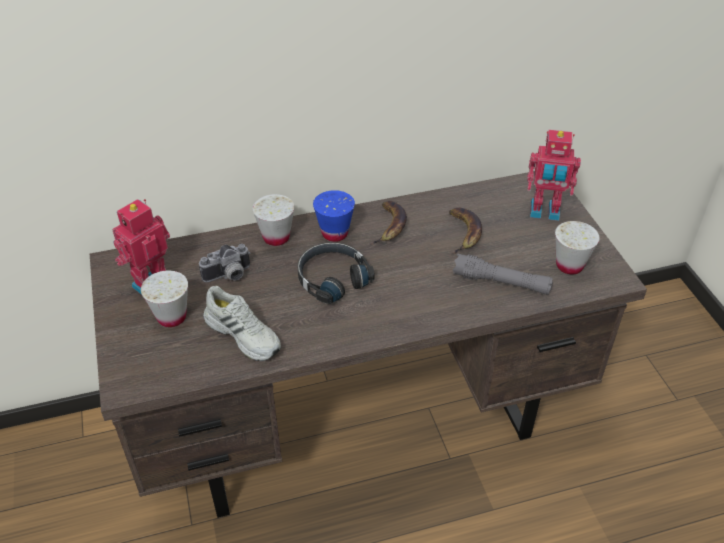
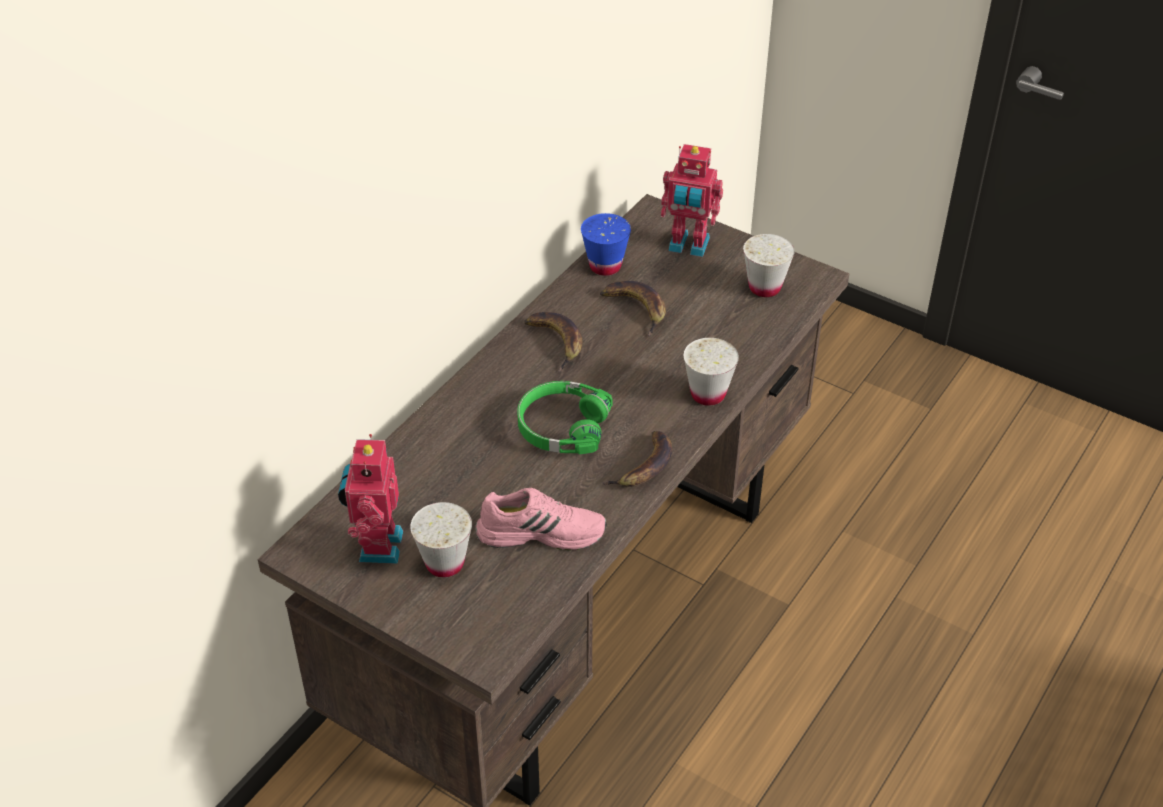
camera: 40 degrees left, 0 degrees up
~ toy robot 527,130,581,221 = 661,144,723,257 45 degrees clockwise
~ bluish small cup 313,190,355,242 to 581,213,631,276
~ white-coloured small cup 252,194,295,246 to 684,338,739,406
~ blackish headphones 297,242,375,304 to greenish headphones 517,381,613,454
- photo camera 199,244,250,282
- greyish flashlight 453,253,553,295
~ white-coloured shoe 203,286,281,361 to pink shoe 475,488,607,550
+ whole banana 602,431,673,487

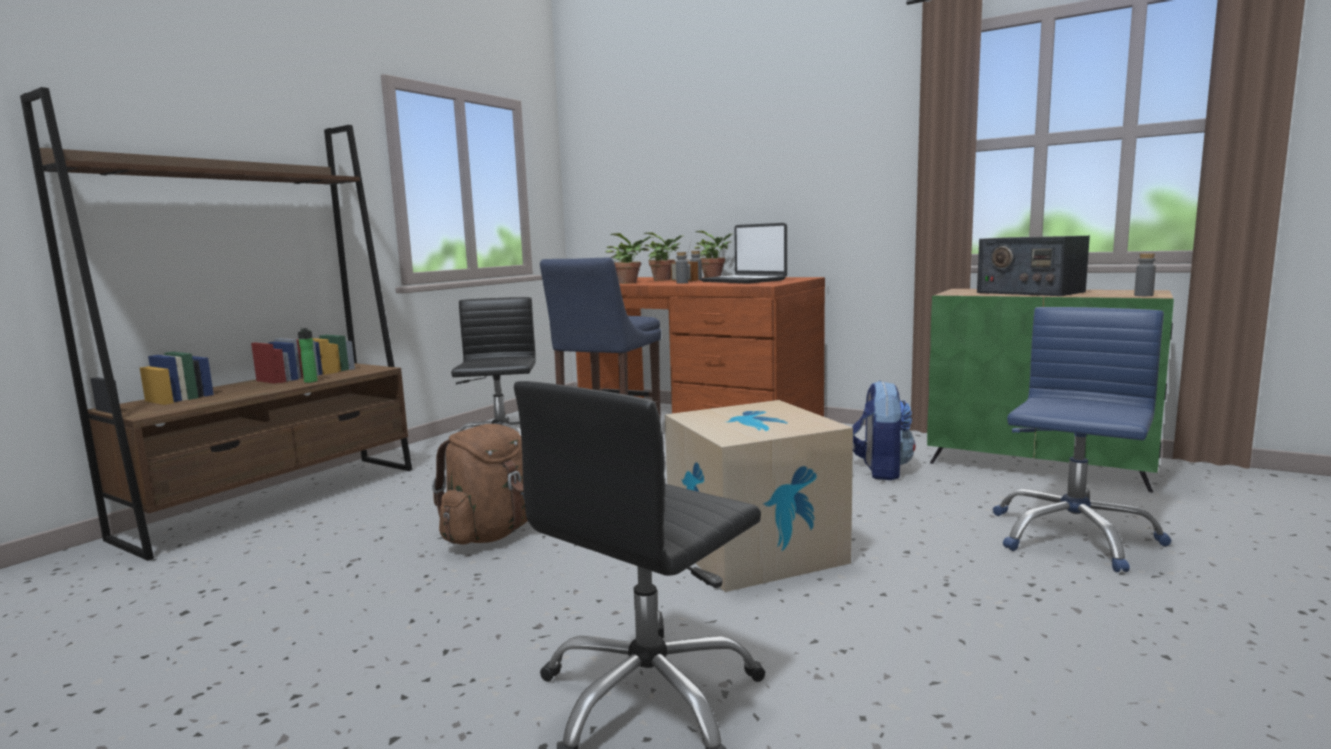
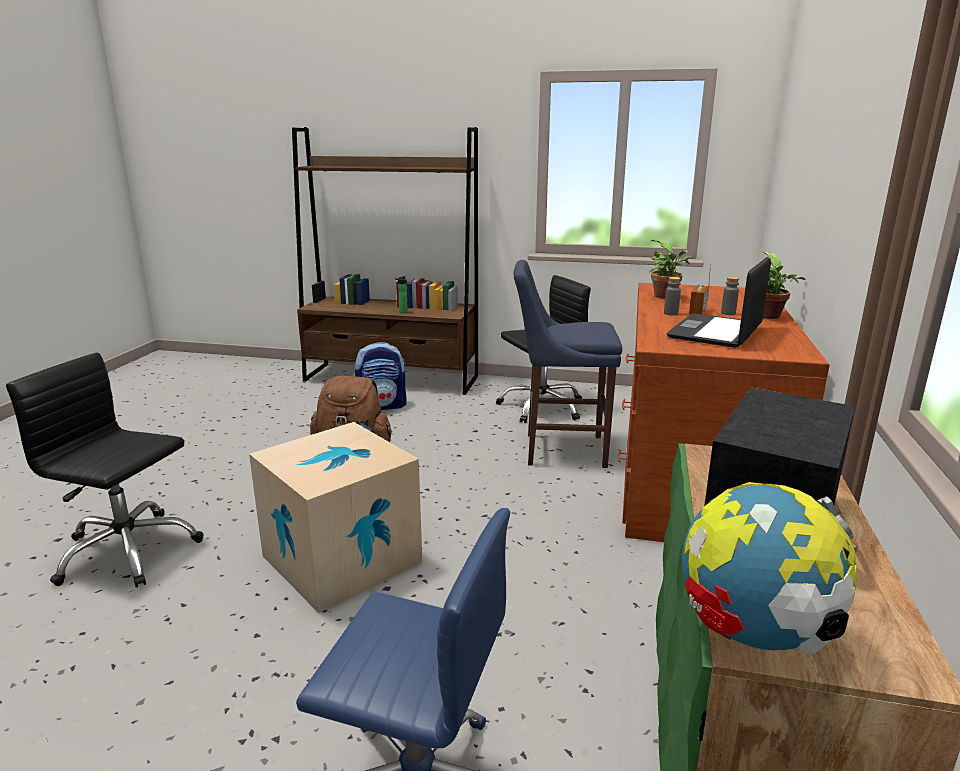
camera: 70 degrees right, 10 degrees up
- houseplant 643,232,684,281
~ greyish beverage bottle 1134,253,1156,296 to desk globe 682,482,857,654
~ rucksack 852,381,915,480 to 355,342,407,410

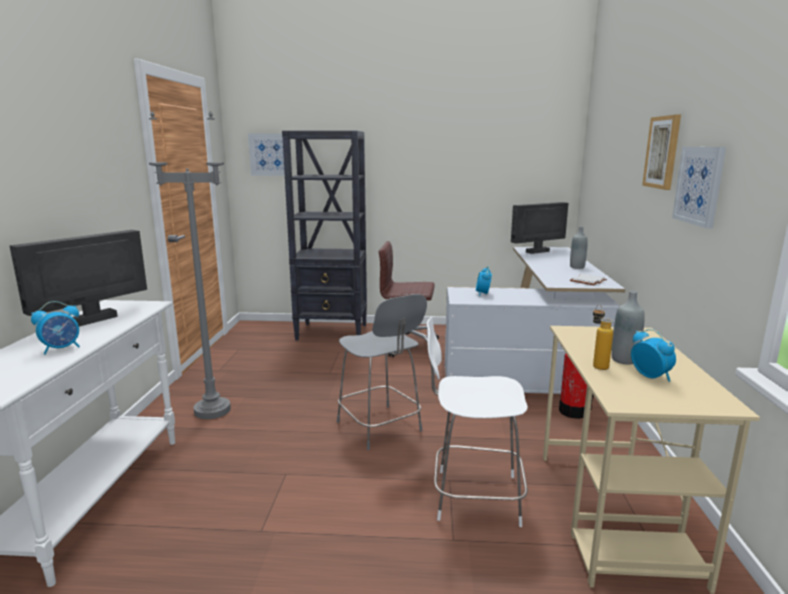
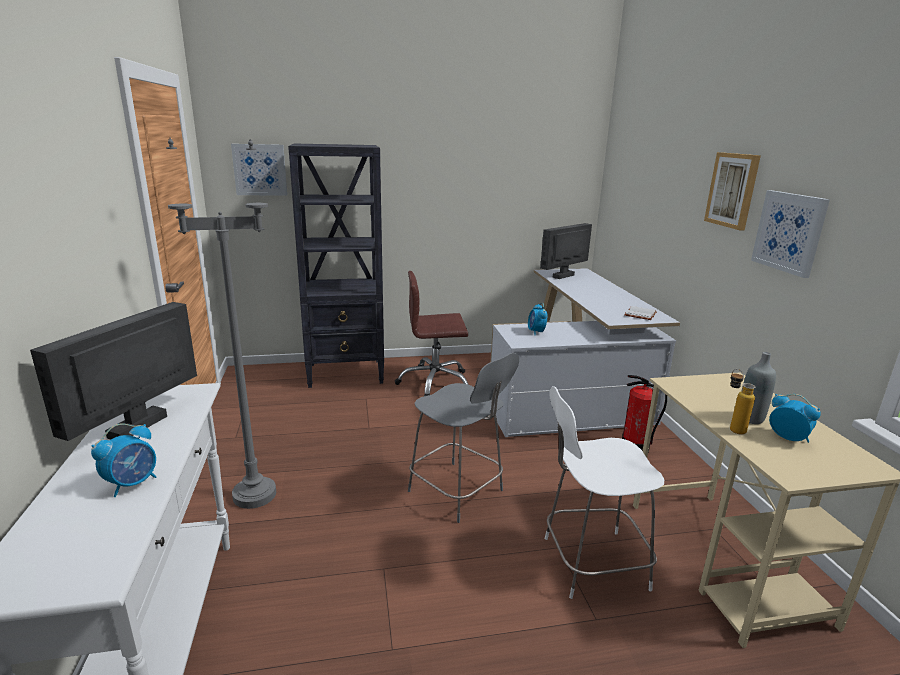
camera: 15 degrees left, 5 degrees up
- greyish beverage bottle 570,226,588,269

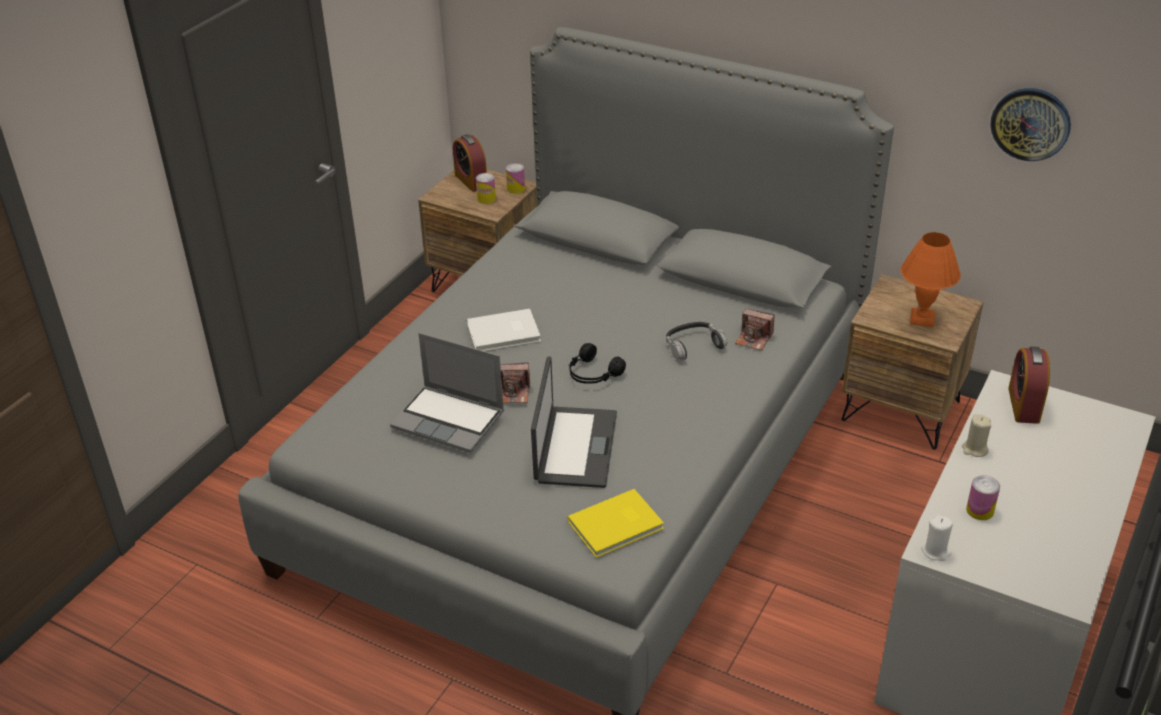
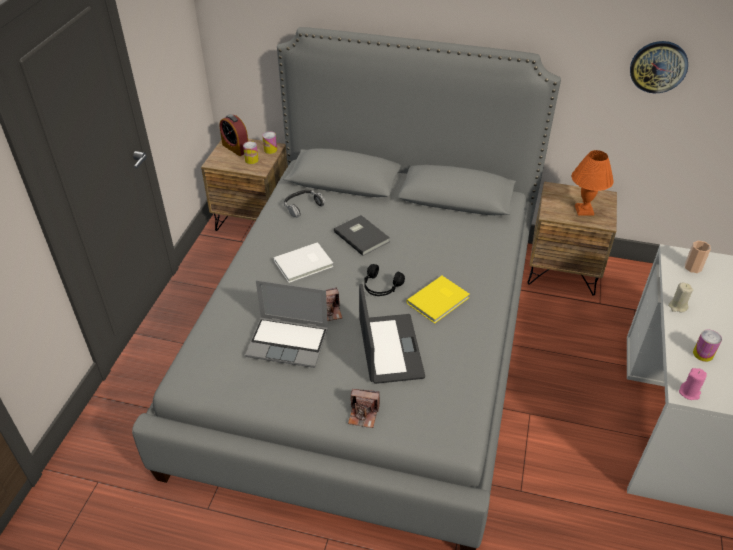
camera: 15 degrees left, 5 degrees up
~ photo camera 735,309,774,351 to 348,389,380,428
~ headphones 666,322,727,361 to 284,190,326,218
~ bedside clock 1008,347,1050,424 to small cup 685,240,711,273
~ yellow volume 568,489,664,558 to 406,276,470,323
~ white-coloured wax light 921,515,953,561 to pink wax light 679,368,707,400
+ greyish volume 334,215,390,256

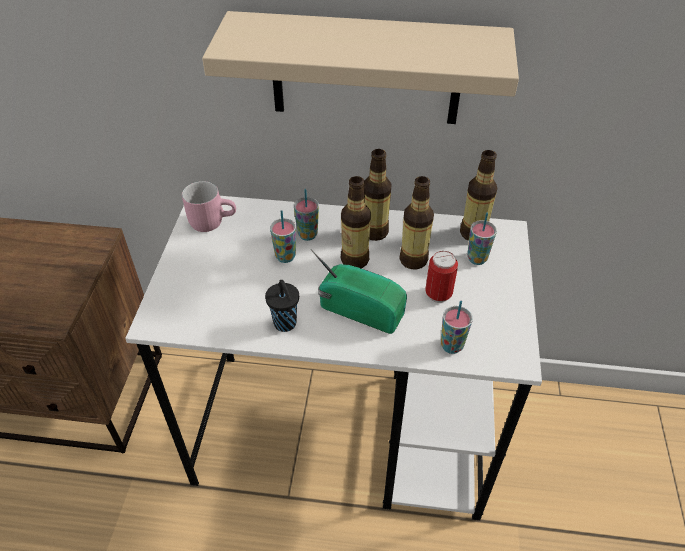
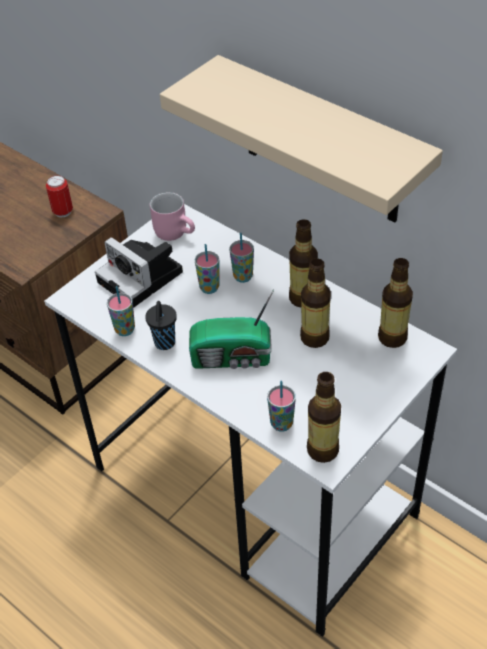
camera: 35 degrees right, 0 degrees up
~ beverage bottle 341,176,371,268 to 307,372,341,463
~ small cup 467,213,497,265 to 107,286,135,336
~ radio receiver 311,249,407,334 = 189,289,274,369 120 degrees clockwise
~ metal can 426,251,458,303 to 46,175,73,217
+ photo camera 95,237,183,308

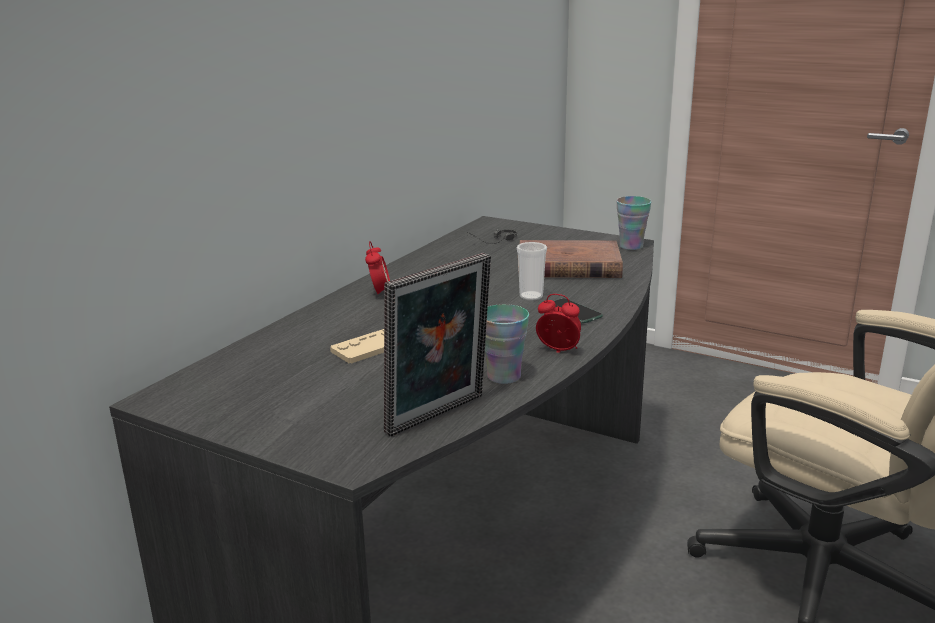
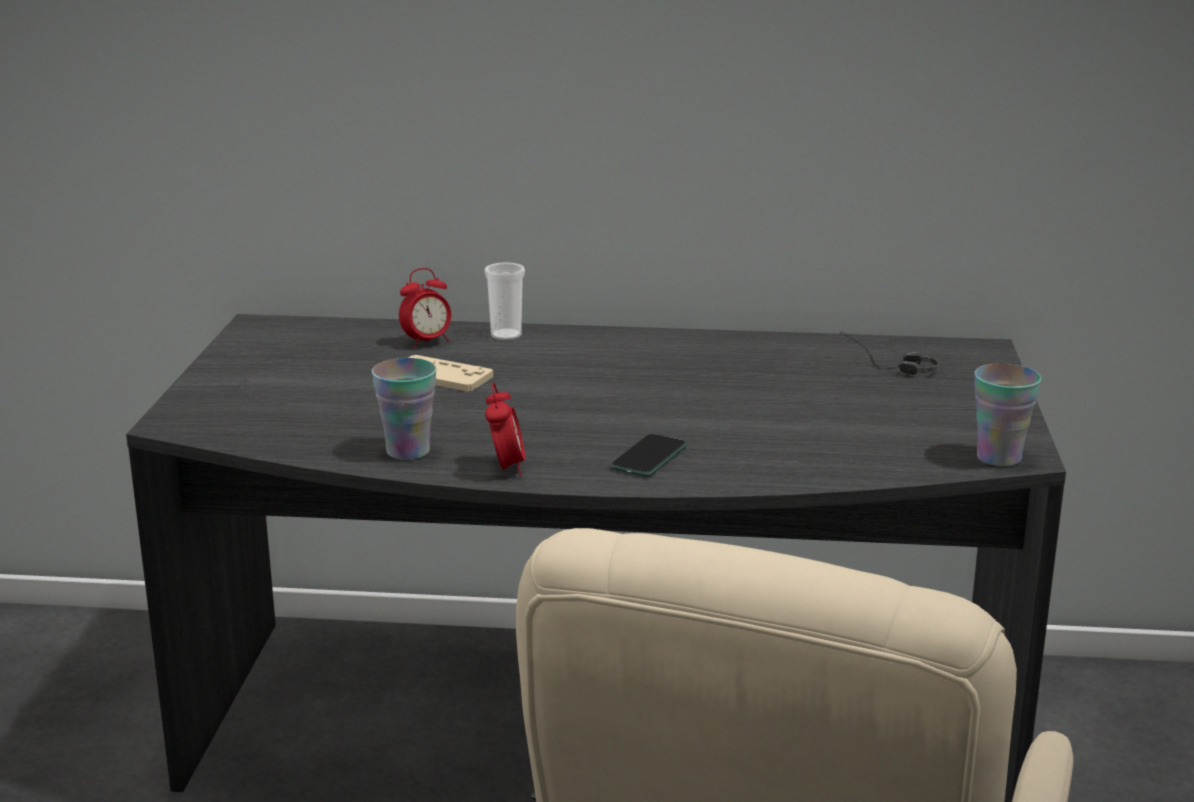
camera: 65 degrees right, 0 degrees up
- brownish volume 518,240,623,278
~ bedside clock 365,241,390,294 to 399,268,451,348
~ small cup 517,242,547,301 to 484,262,525,341
- picture frame 384,252,491,437

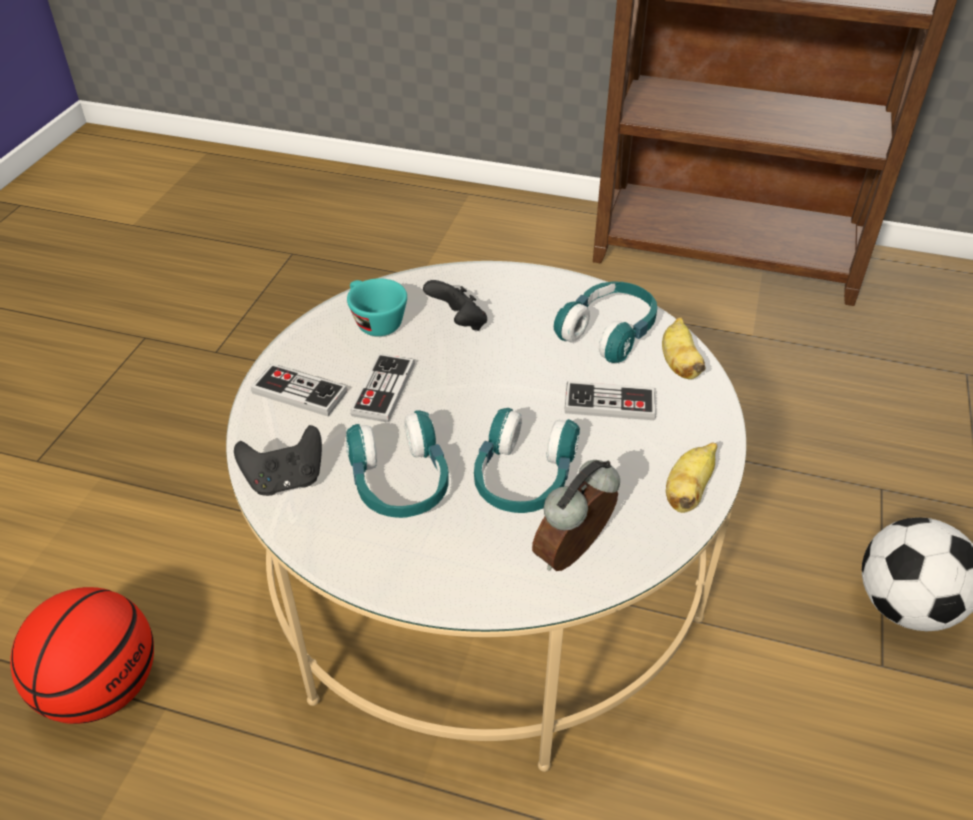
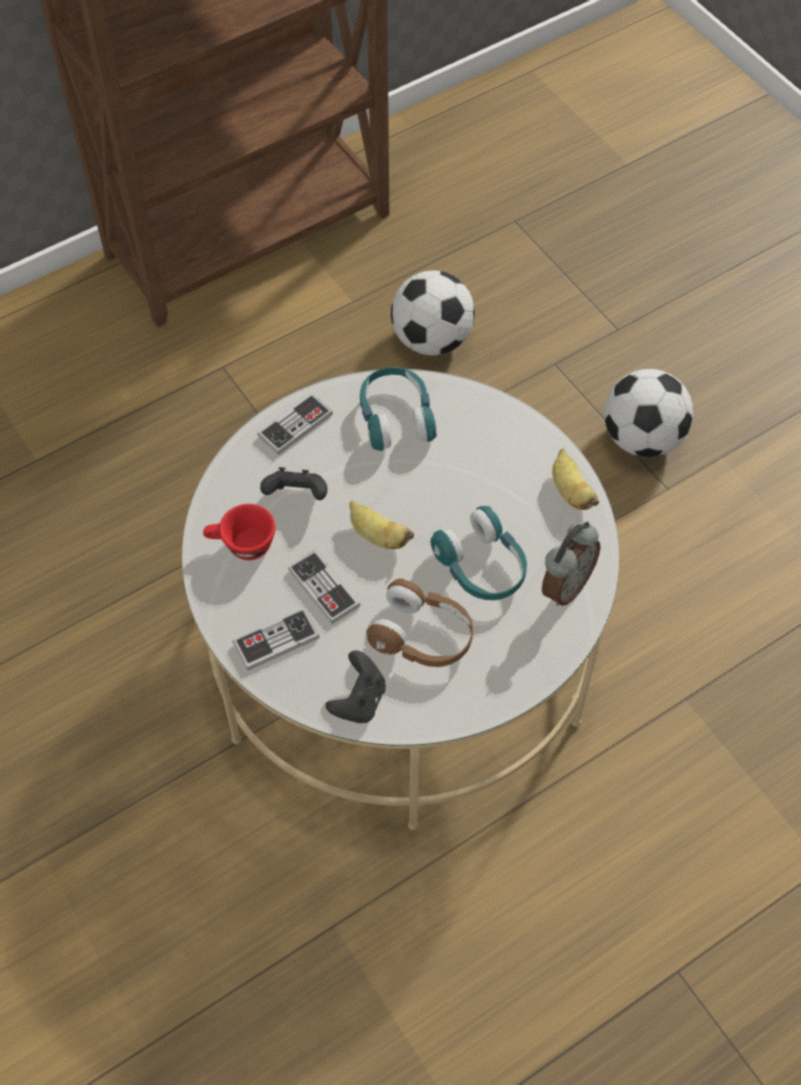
camera: 50 degrees left, 15 degrees up
~ turquoise small cup 347,278,407,336 to red-coloured small cup 203,504,276,560
~ whole banana 662,317,706,379 to 349,500,414,549
~ joypad 564,381,656,420 to 257,393,333,455
~ turquoise headphones 346,410,449,518 to brownish headphones 367,578,473,667
~ bedside clock 532,460,620,571 = 542,522,600,606 135 degrees counterclockwise
- ball for basketball 10,587,154,724
+ football 391,271,475,356

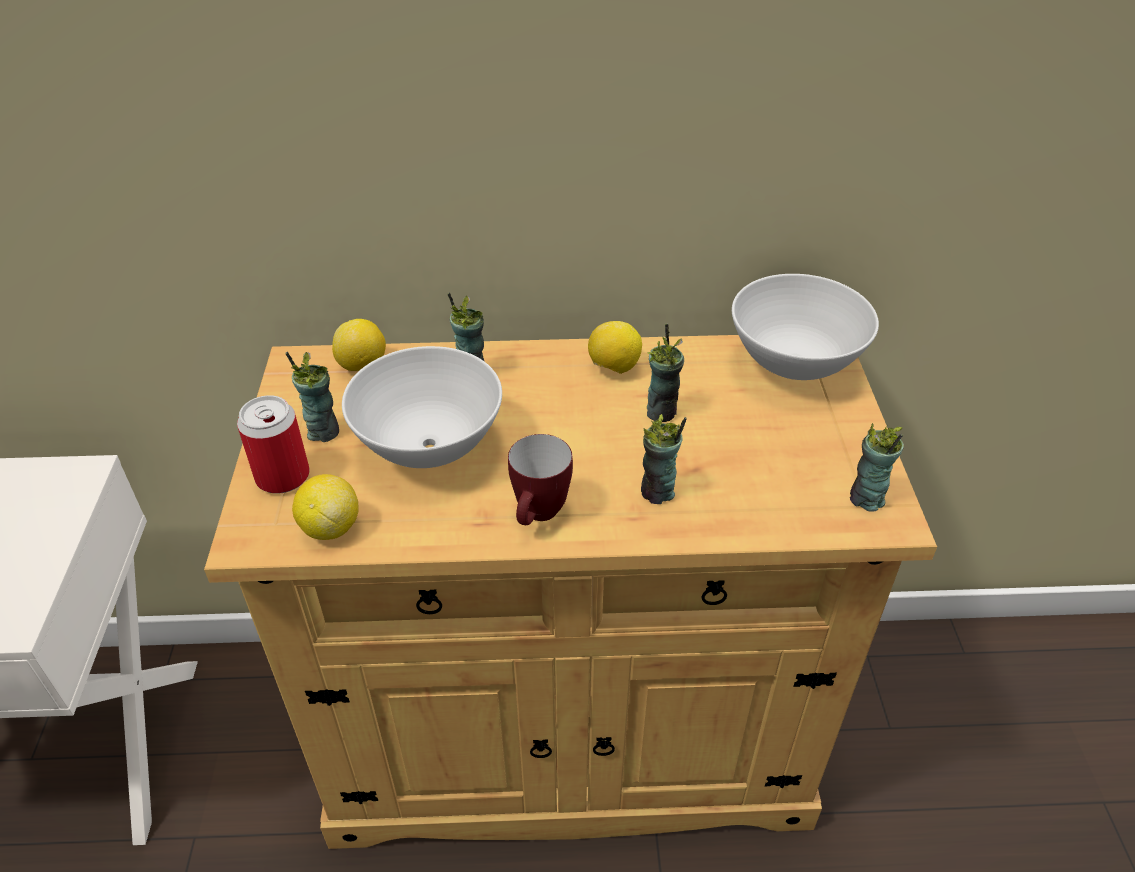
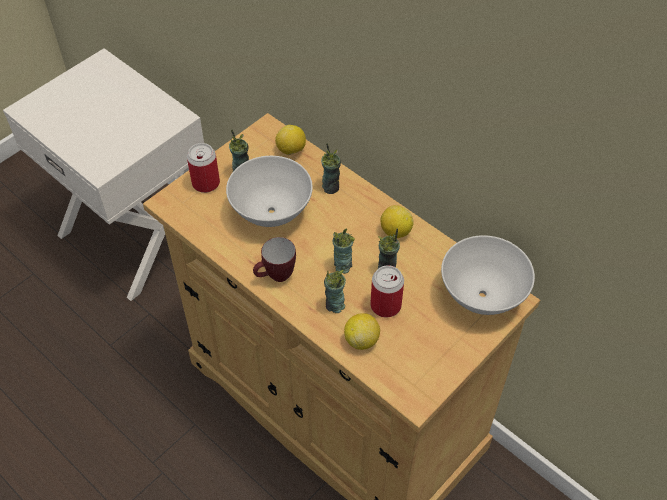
camera: 45 degrees right, 10 degrees up
~ small cup 850,423,904,512 to 333,228,355,274
~ citrus fruit 292,474,359,540 to 344,313,380,350
+ metal can 370,265,404,318

